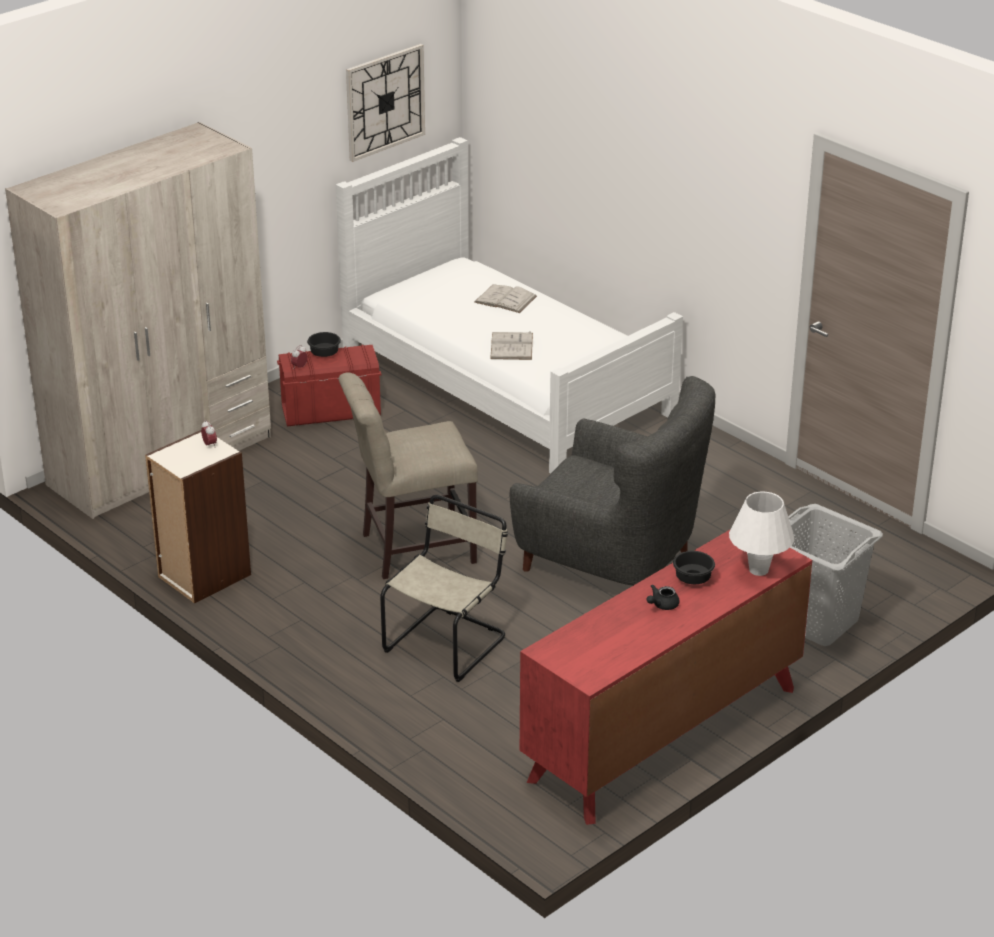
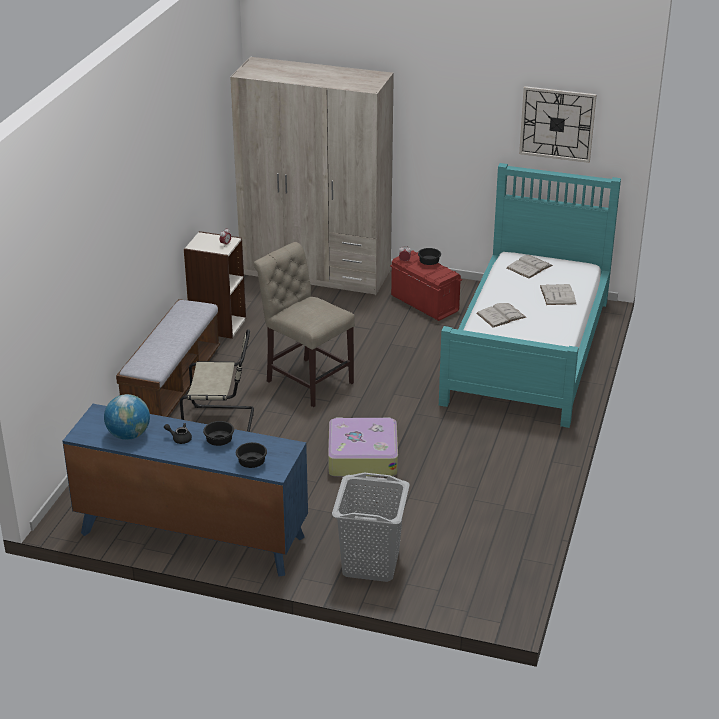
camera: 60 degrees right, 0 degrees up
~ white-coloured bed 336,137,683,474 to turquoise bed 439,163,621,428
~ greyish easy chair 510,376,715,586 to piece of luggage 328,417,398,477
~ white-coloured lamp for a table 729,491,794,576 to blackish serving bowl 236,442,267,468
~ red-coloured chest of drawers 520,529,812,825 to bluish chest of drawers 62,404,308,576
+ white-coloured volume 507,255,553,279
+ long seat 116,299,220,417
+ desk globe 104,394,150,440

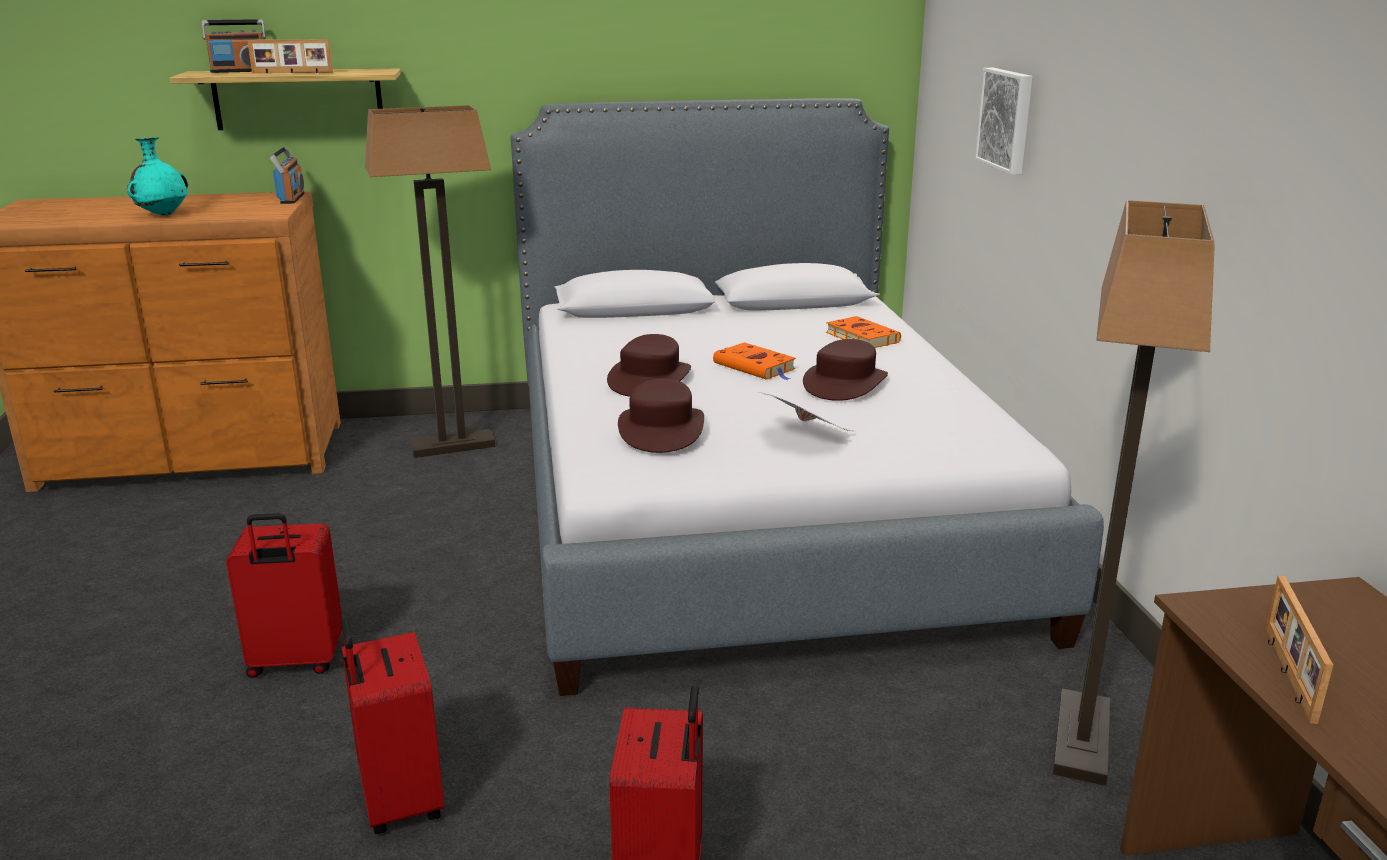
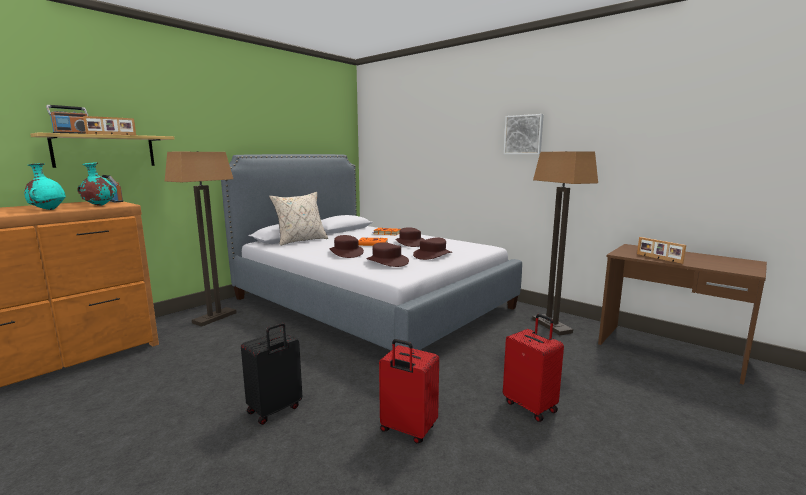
camera: 40 degrees left, 10 degrees down
~ wall art 975,68,1033,175 to 504,114,544,154
~ daily paper 757,392,854,431 to brownish wearable hat 413,238,452,260
~ red-coloured piece of luggage 226,513,342,678 to blackish piece of luggage 241,323,302,425
+ turquoise vase 77,162,117,206
+ sand-coloured cushion 269,192,328,246

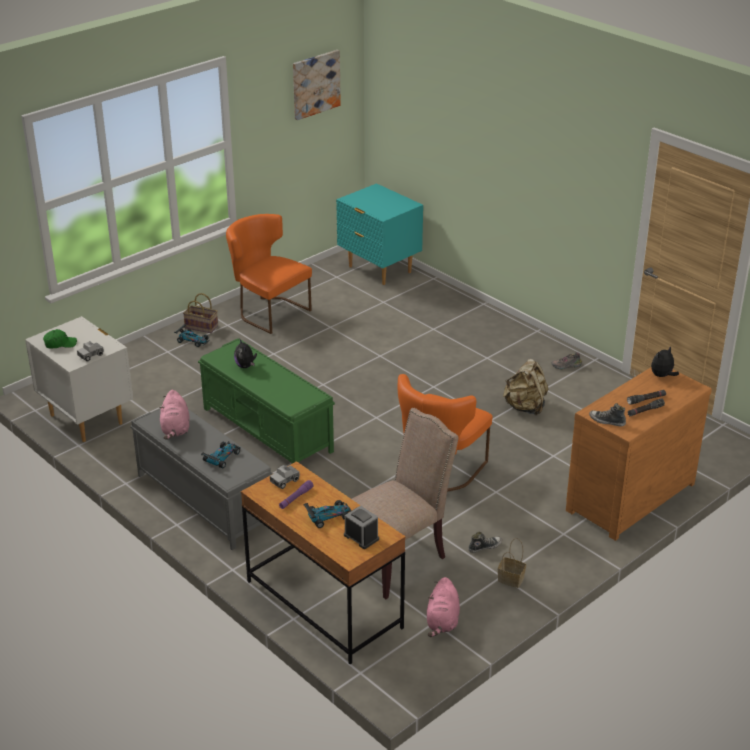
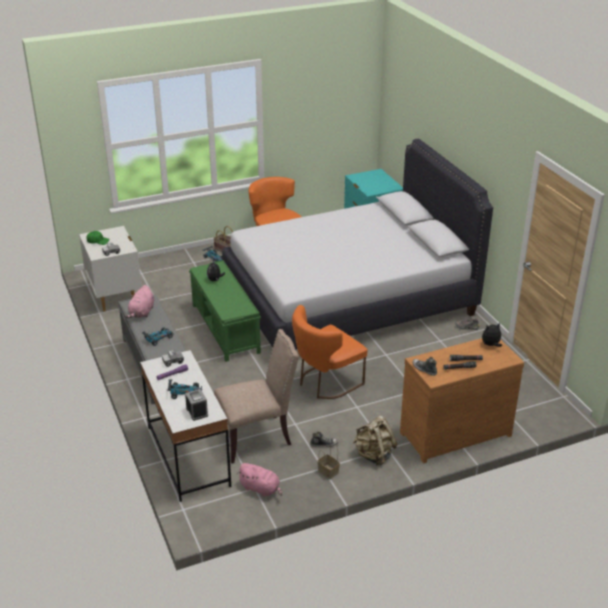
camera: 20 degrees right, 0 degrees up
- wall art 293,50,341,120
~ sand-coloured rucksack 503,359,548,415 to 353,416,398,466
~ brownish desk unit 241,461,406,664 to white-coloured desk unit 140,350,231,502
~ pink cuddly toy 427,577,460,637 = 237,463,282,497 90 degrees counterclockwise
+ white-coloured bed 222,139,493,350

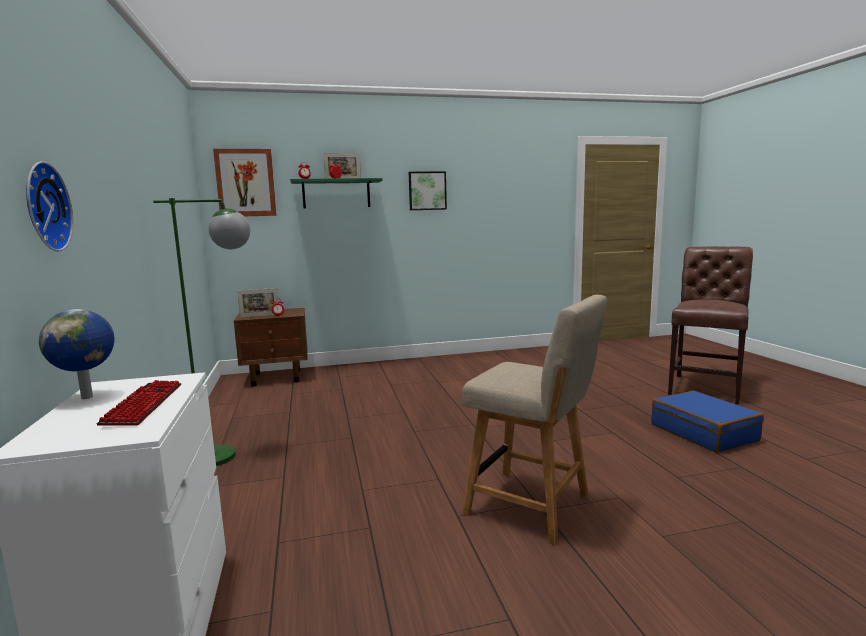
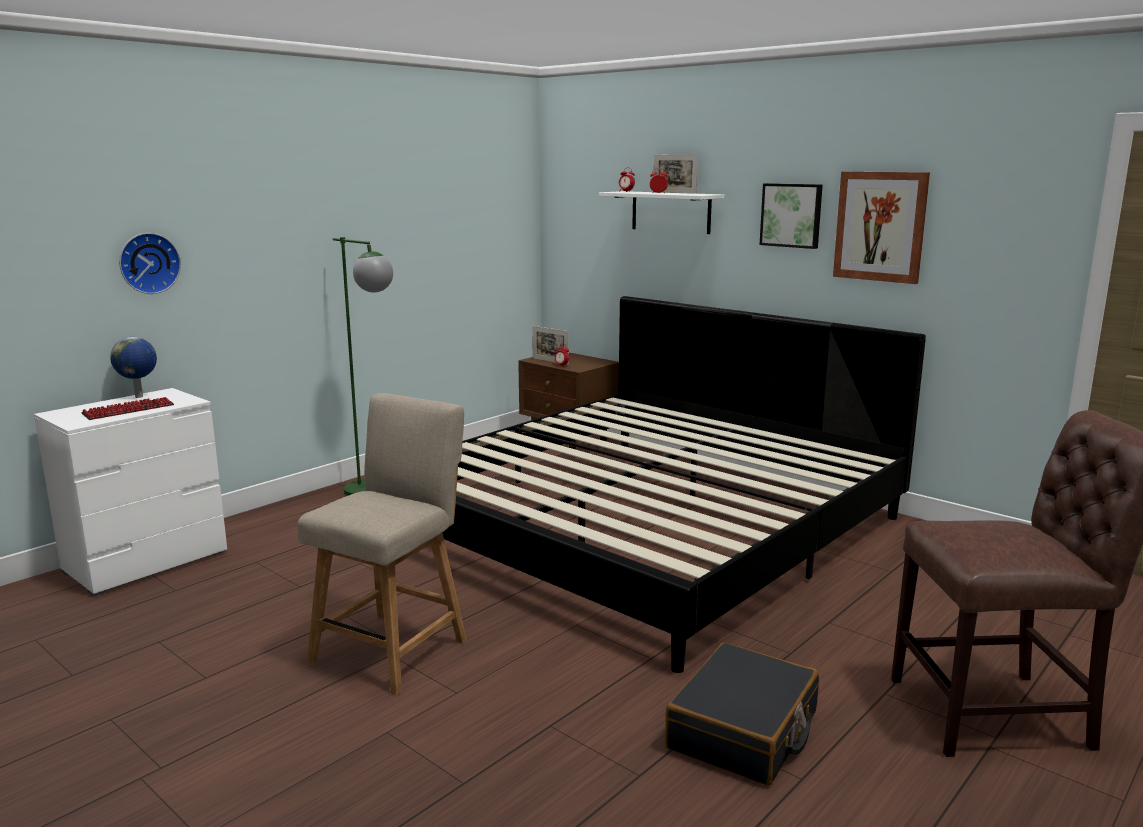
camera: 55 degrees right, 5 degrees up
~ wall art 213,149,277,216 to 833,172,930,284
~ greenish wall shelf 290,178,383,208 to white-coloured wall shelf 599,191,724,234
~ sand-coloured upright chair 462,295,607,545 = 297,393,467,695 150 degrees counterclockwise
~ bluish piece of luggage 651,391,764,453 to blackish piece of luggage 665,642,819,786
+ bed 443,296,926,673

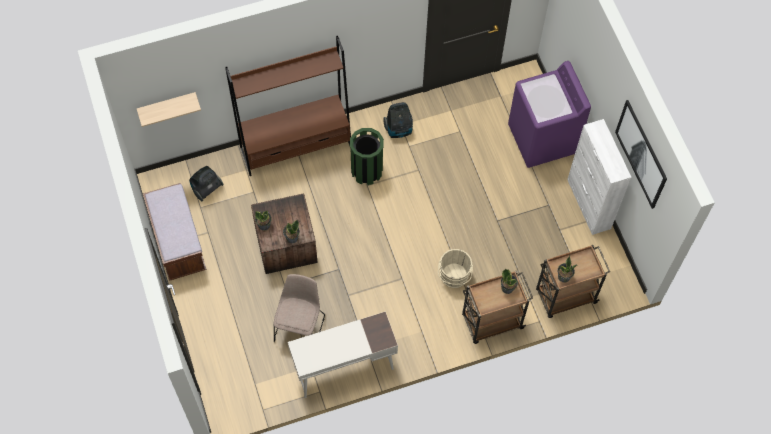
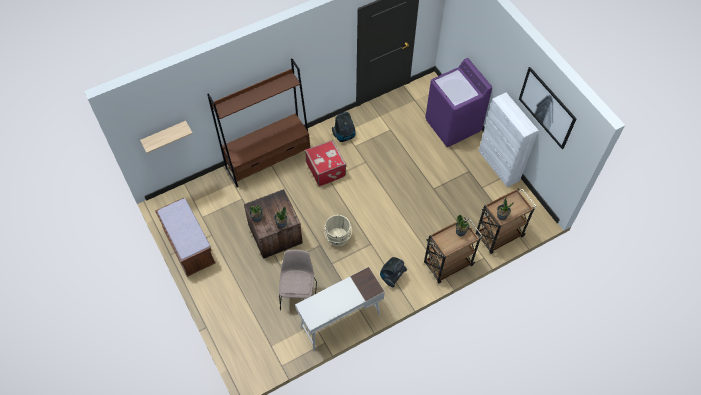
camera: 10 degrees left, 5 degrees down
~ greenish trash can 350,128,384,185 to red-coloured piece of luggage 305,140,347,186
~ vacuum 189,166,223,201 to 380,257,407,287
~ sand-coloured pail 438,249,473,288 to 324,215,352,246

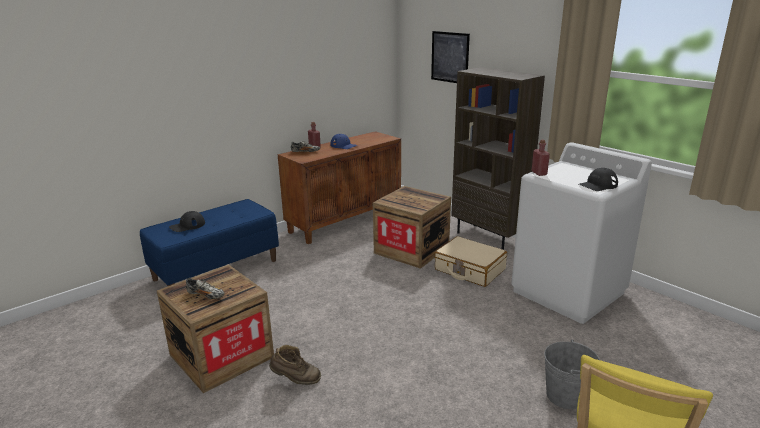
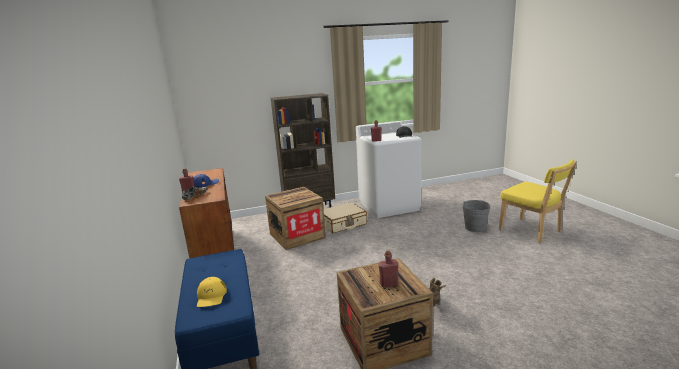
camera: 65 degrees left, 5 degrees down
- wall art 431,31,470,83
~ blackish cap 169,211,205,232 to yellow cap 197,277,227,307
~ shoe 186,278,225,299 to red-coloured beverage bottle 379,251,398,287

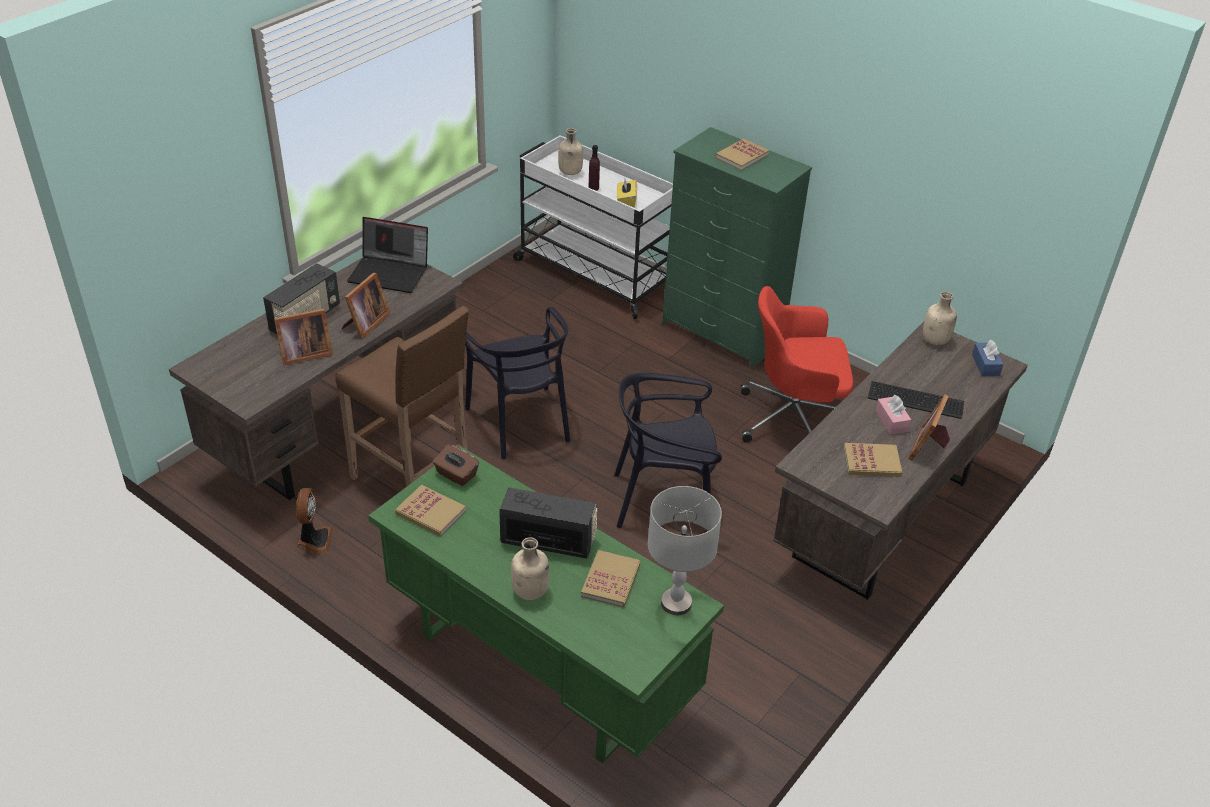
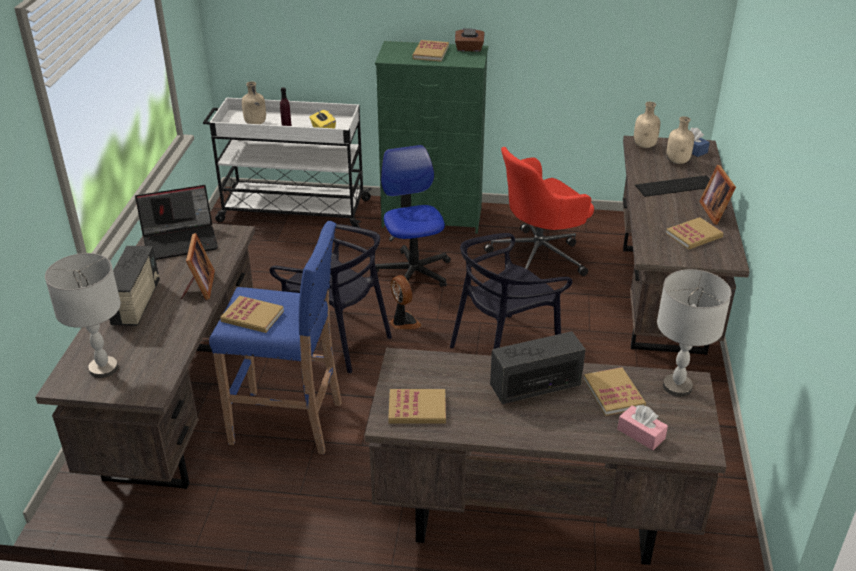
camera: 30 degrees left, 5 degrees down
~ brownish stool 335,306,469,486 to bluish stool 209,221,342,454
- picture frame 274,309,333,365
~ pink box of tissues 875,395,911,434 to 617,405,668,450
~ brownish box of tissues 433,445,479,486 to 455,28,485,52
~ greenish desk unit 368,446,724,763 to brownish desk unit 365,348,727,565
~ electric fan 296,488,333,554 to 389,275,422,329
~ sand-coloured beverage bottle 511,537,549,600 to 667,116,694,164
+ office chair 375,145,451,287
+ greyish lamp for a table 45,253,121,378
+ volume 220,296,284,333

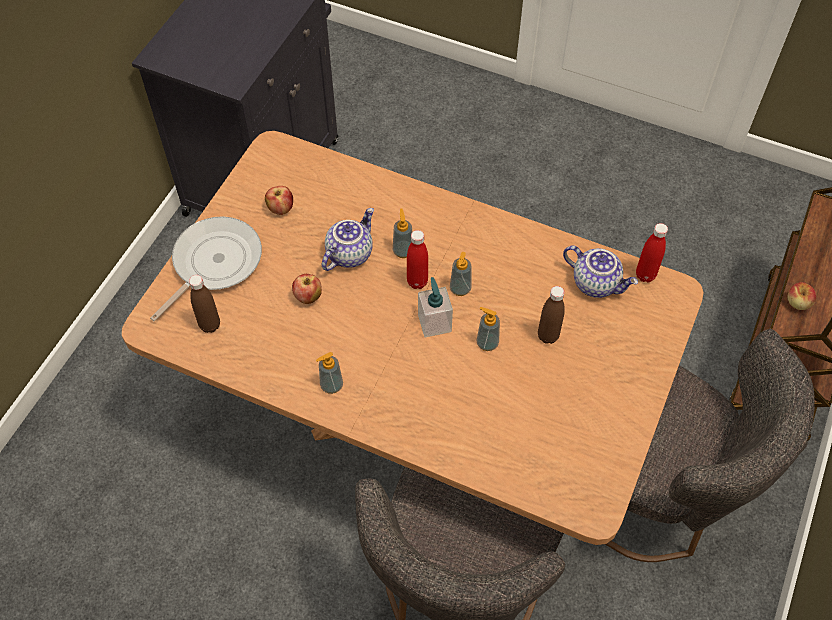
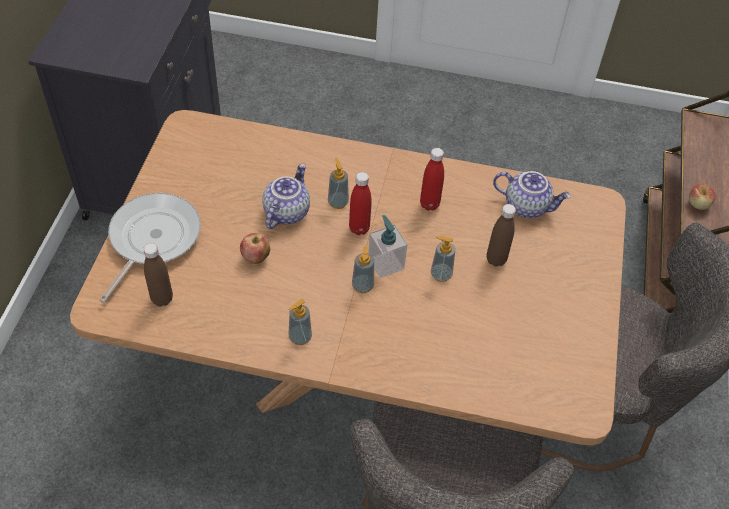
camera: 15 degrees left, 5 degrees down
- apple 265,186,293,215
~ red-coloured beverage bottle 636,223,668,282 to 420,148,444,211
~ soap dispenser 450,252,472,296 to 352,246,374,293

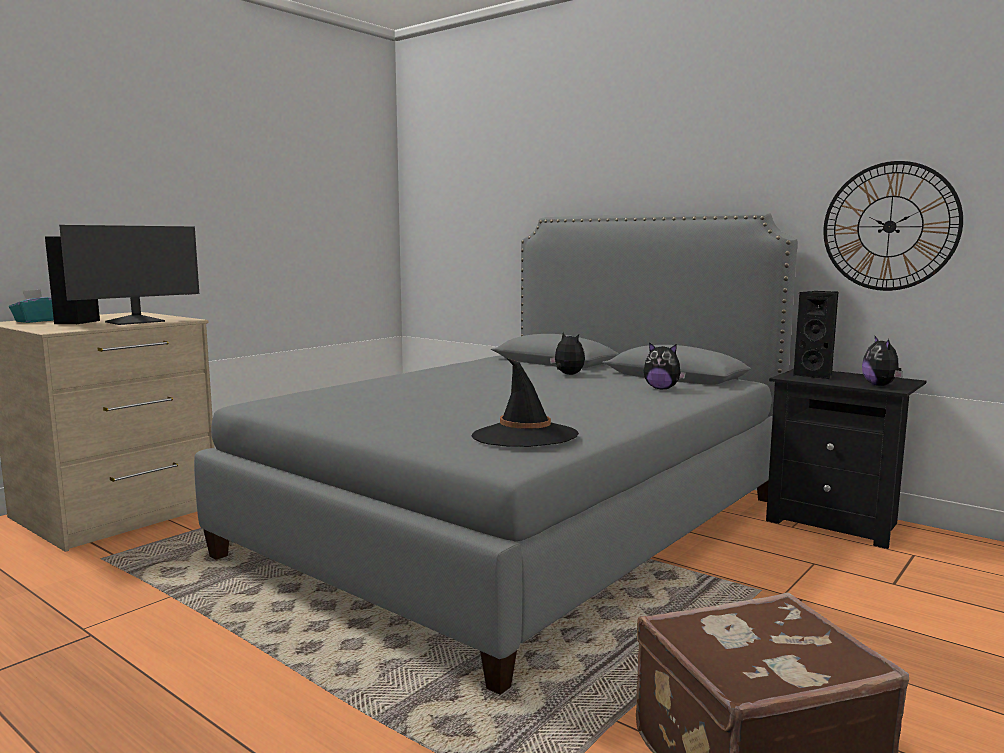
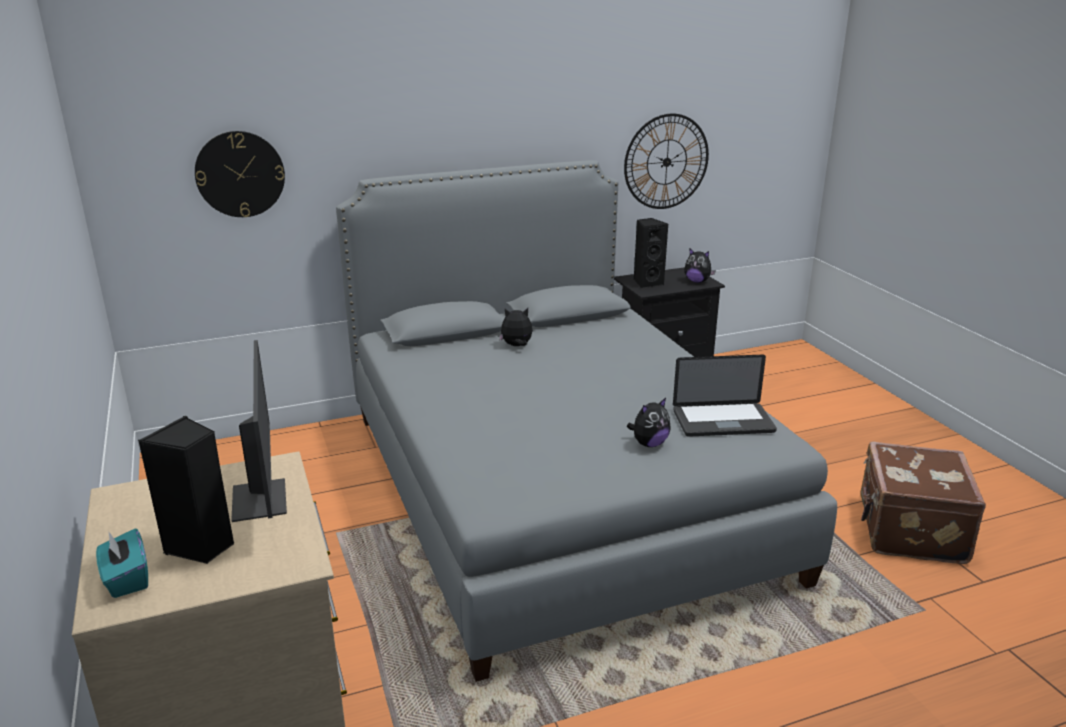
camera: 60 degrees left, 15 degrees up
~ cuddly toy 644,342,686,389 to 627,398,671,447
~ blackish wearable hat 471,358,579,447 to laptop 673,355,777,437
+ wall clock 195,131,285,217

